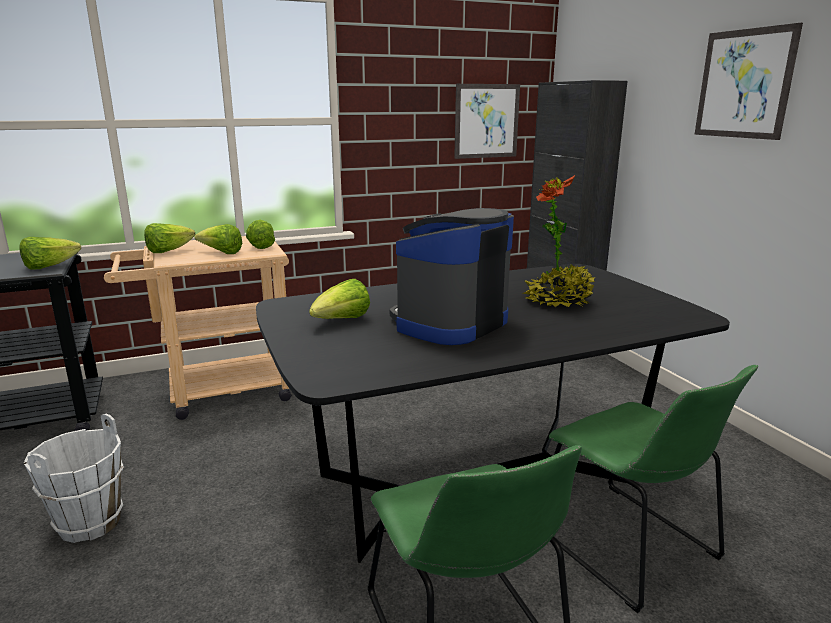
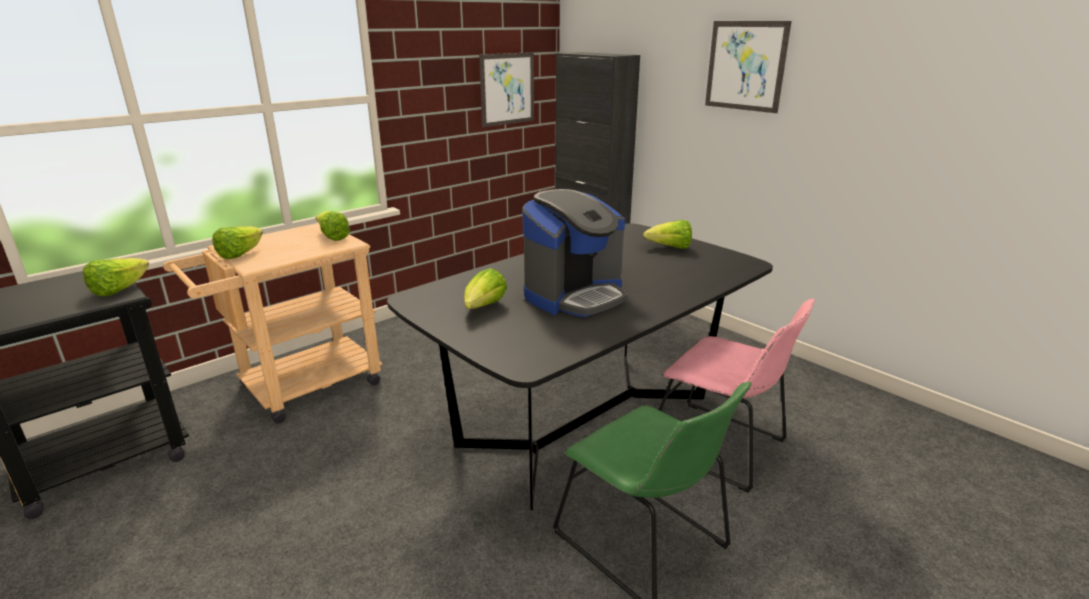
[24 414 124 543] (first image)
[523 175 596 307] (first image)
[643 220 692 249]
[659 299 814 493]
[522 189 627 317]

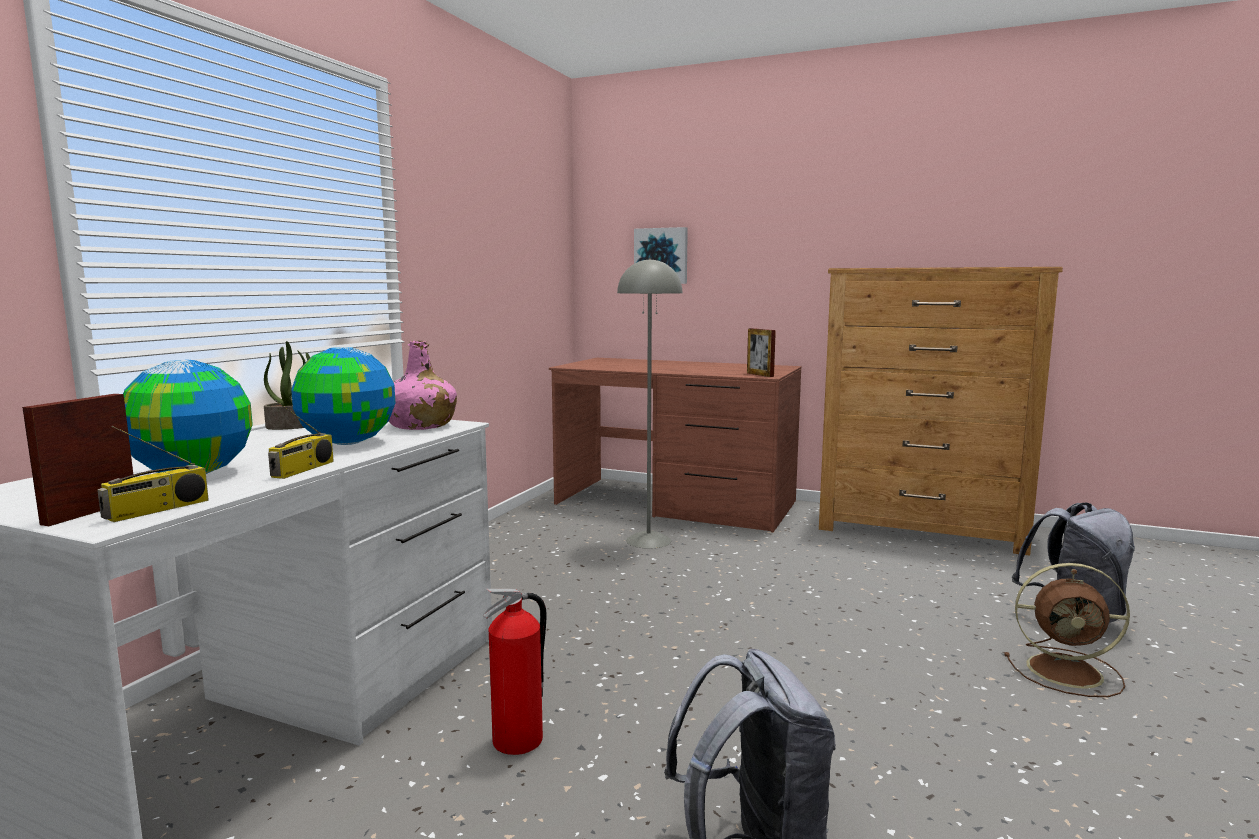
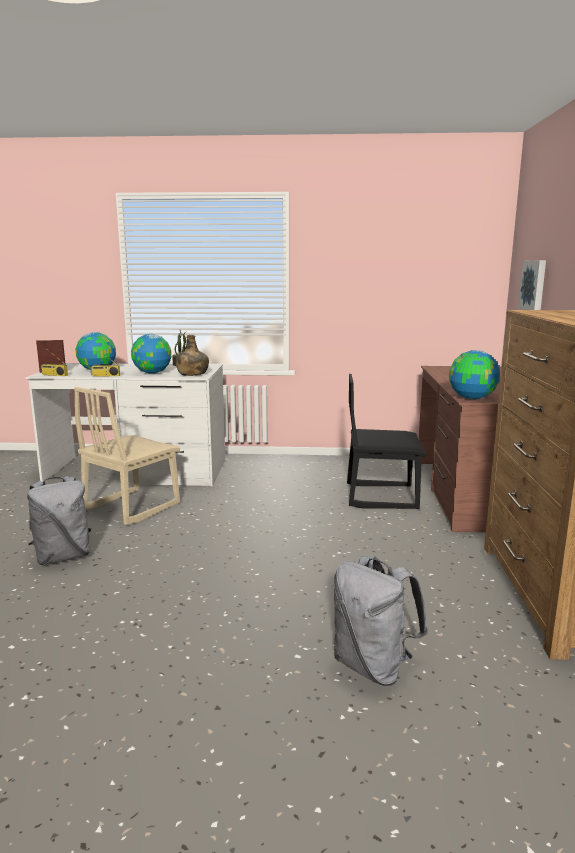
[1004 563 1130 697] (first image)
[74 387 180 525]
[347 374 426 509]
[449 350 500 400]
[175 335 209 376]

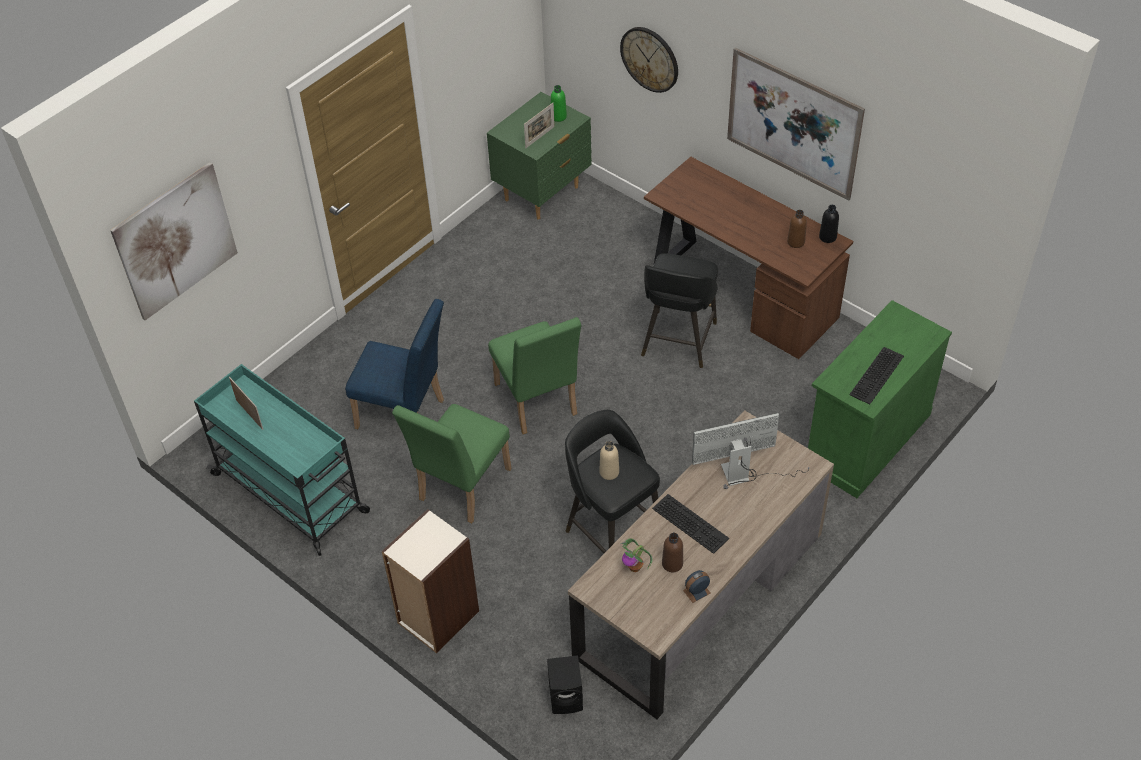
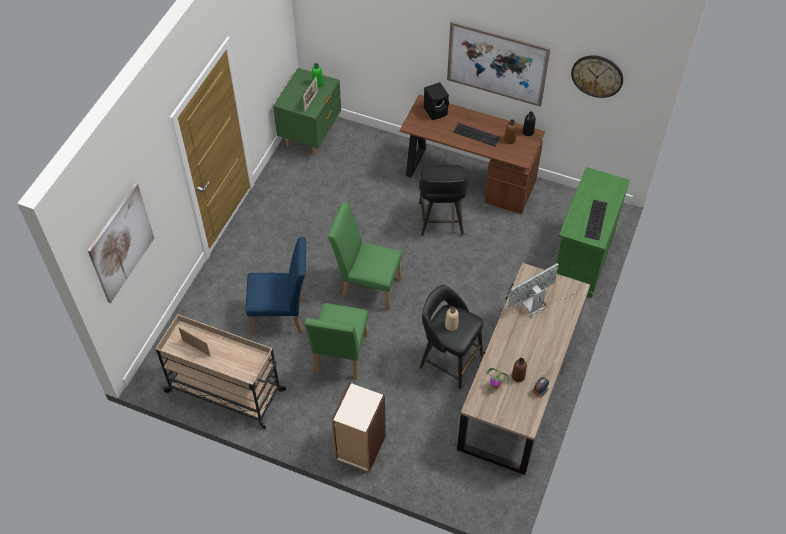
[424 82 449 120]
[571 55 623 98]
[453 123 500 147]
[156 314 286 429]
[328 202 402 311]

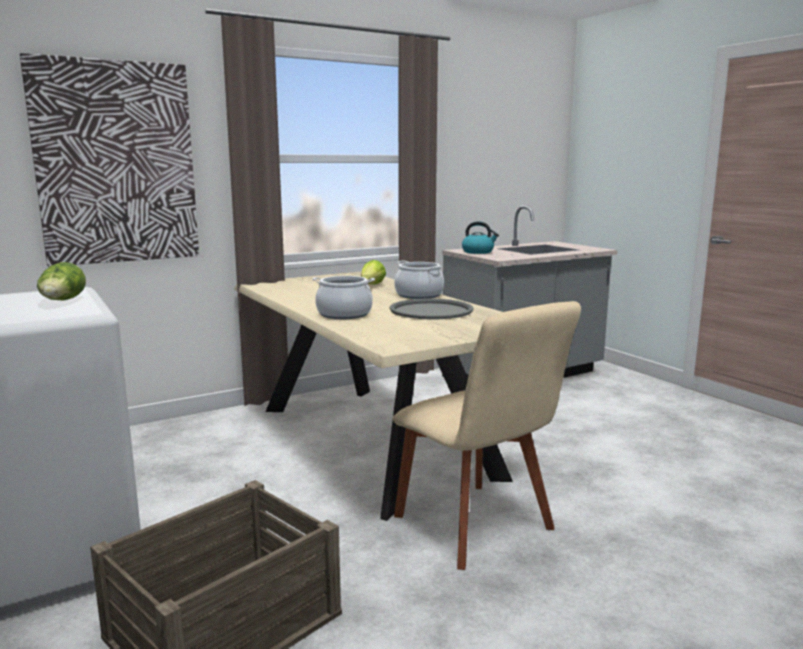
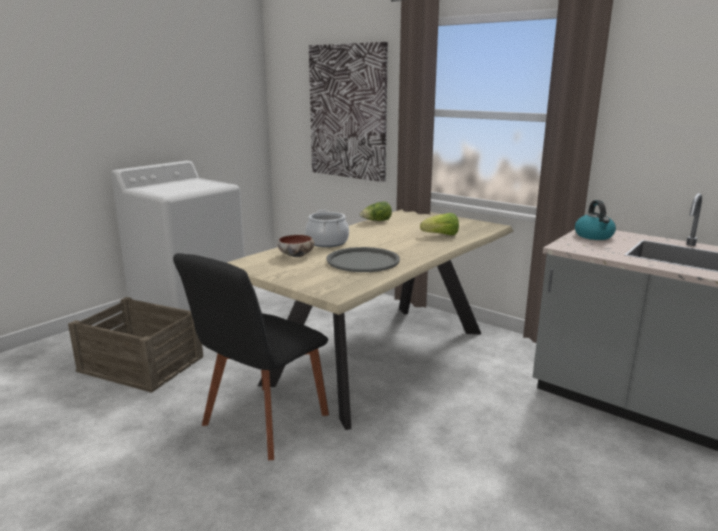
[394 261 444 299] (first image)
[278 235 314 257]
[360 201 392 221]
[173 253 329 460]

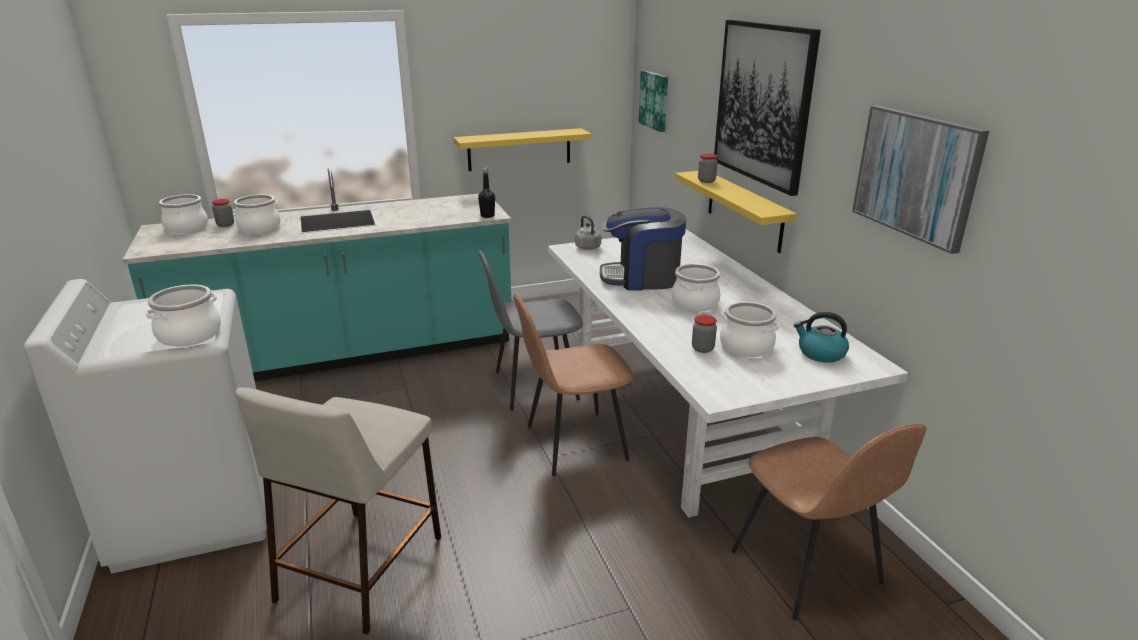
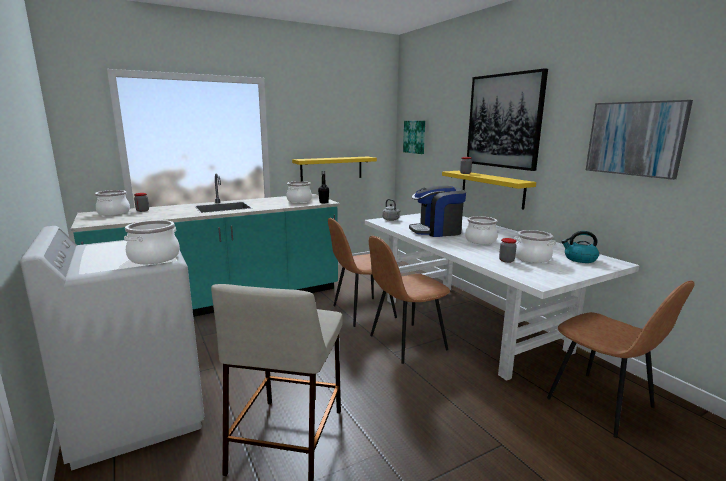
[286 181 312 203]
[328 218 397 327]

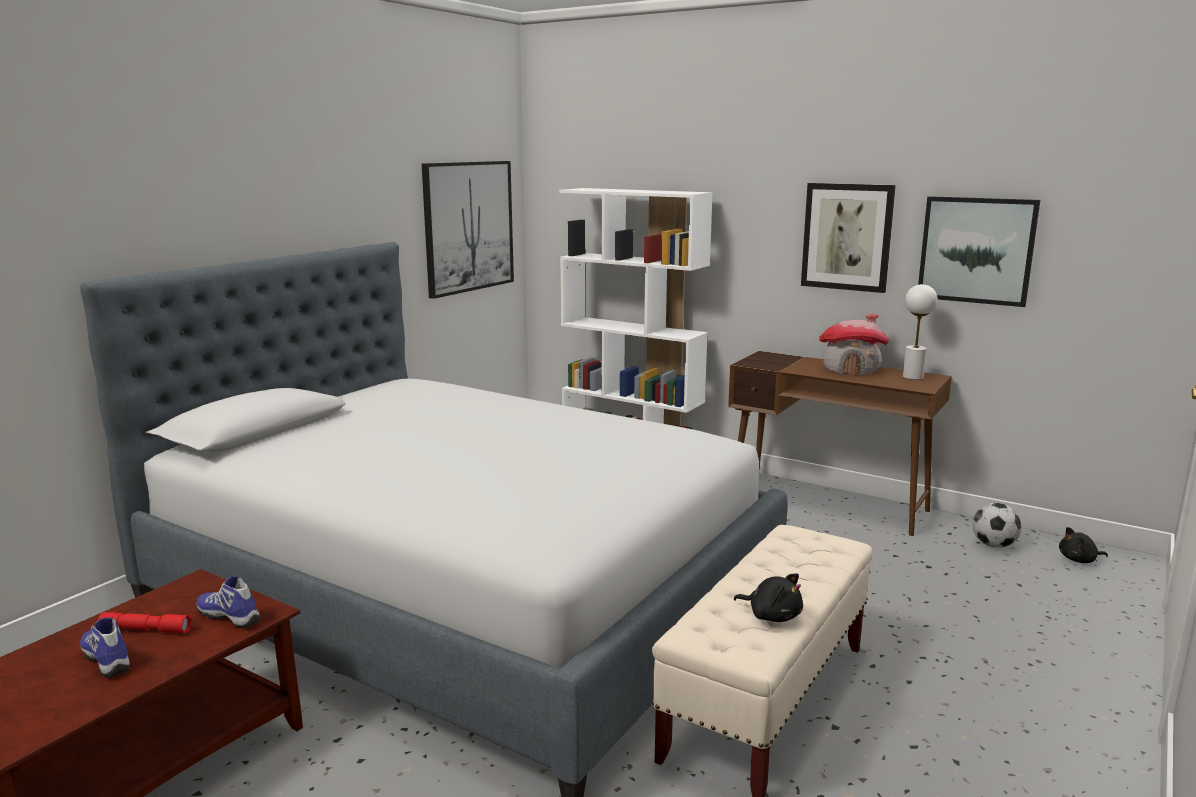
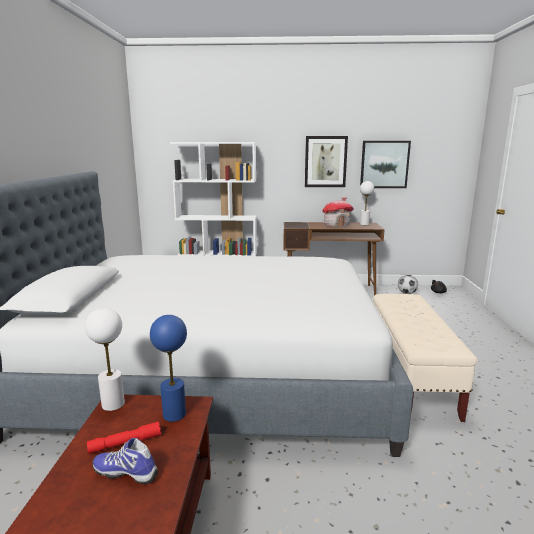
[422 161 514 299] (first image)
[734 573 803 622] (first image)
[85 308 125 411]
[150 315 187 422]

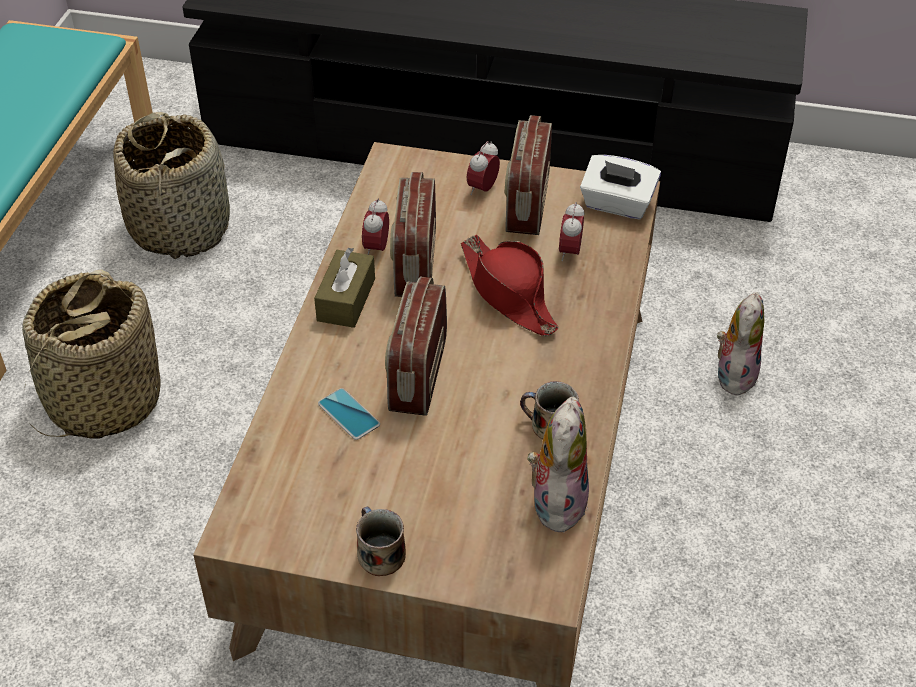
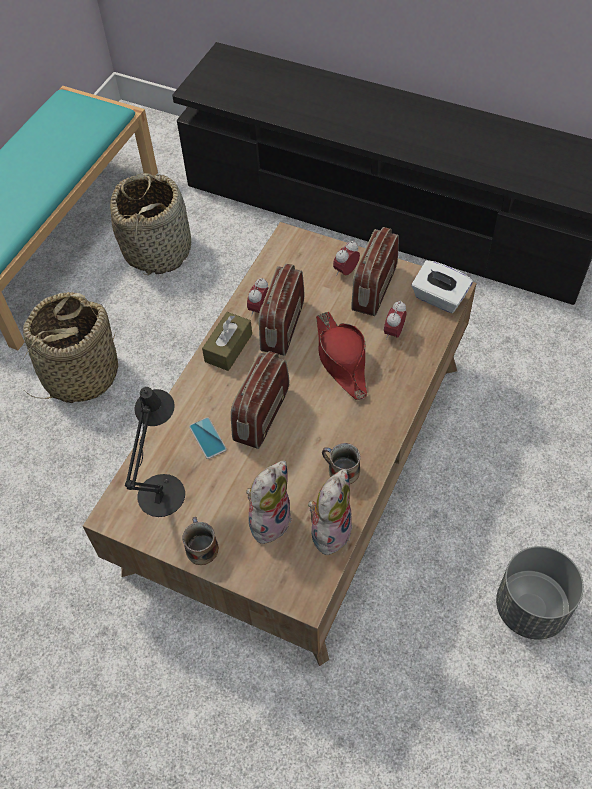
[125 387 185 517]
[496 546 584 640]
[246 461 292 547]

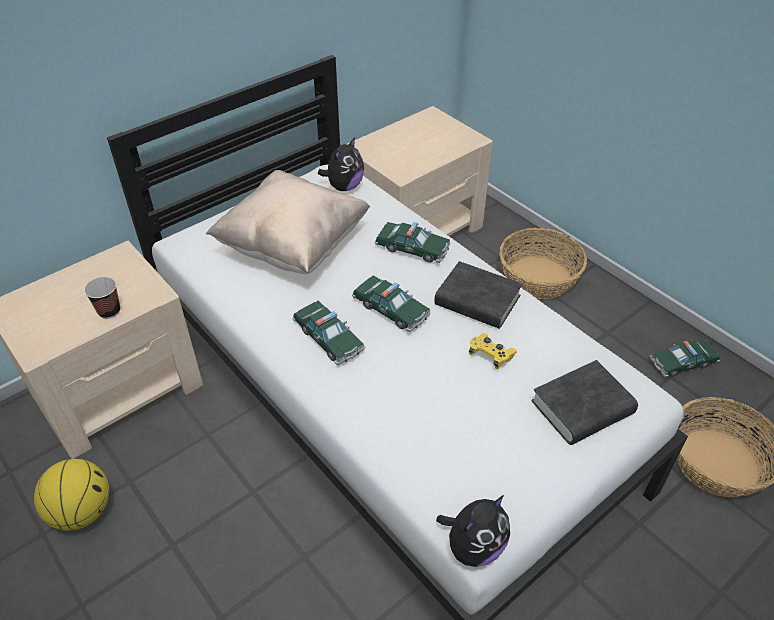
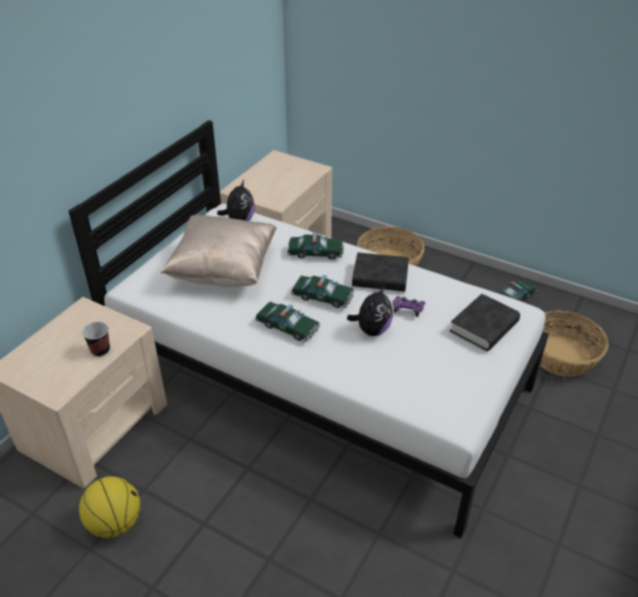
[347 285 393 336]
[393 296 425 317]

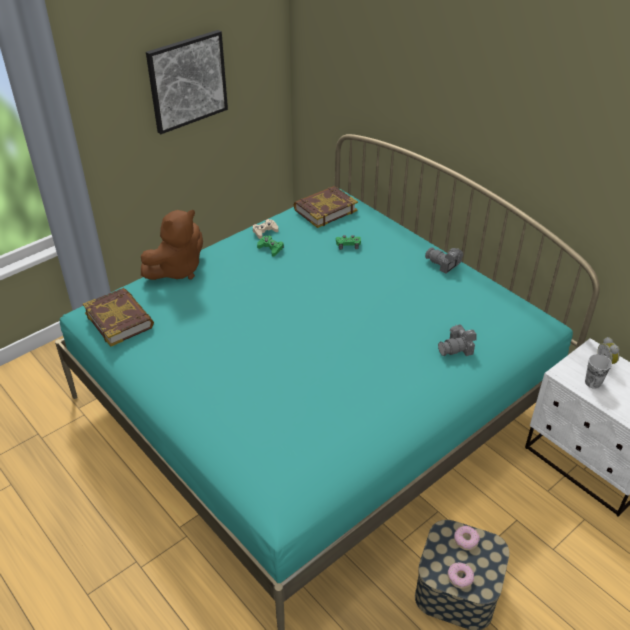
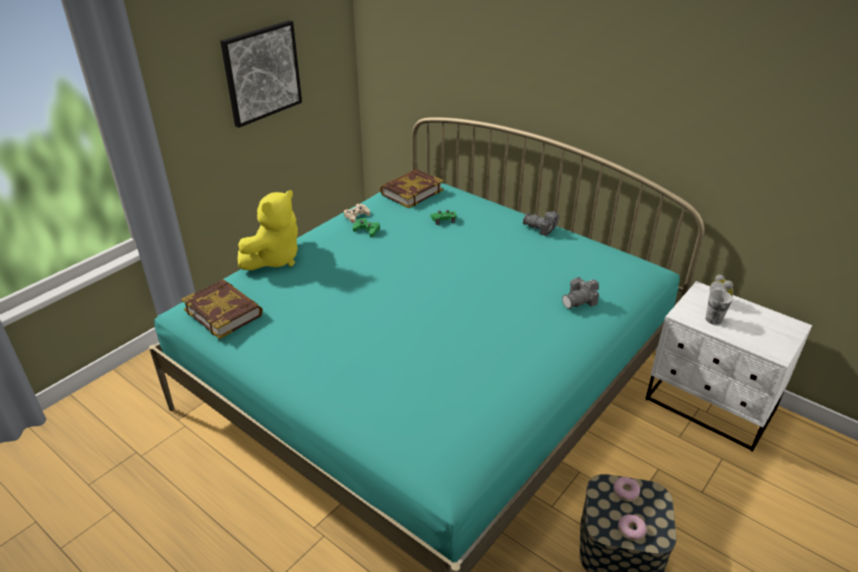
[238 190 298 270]

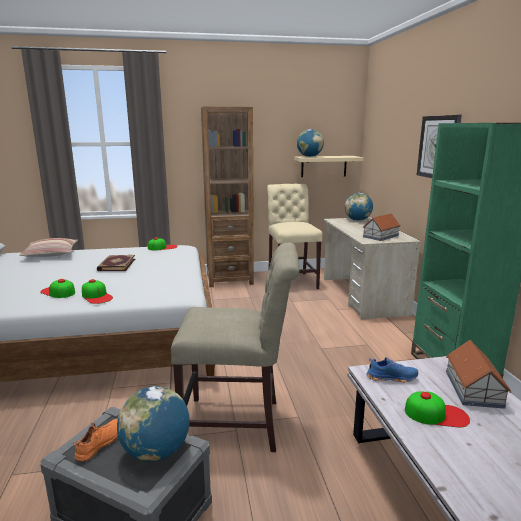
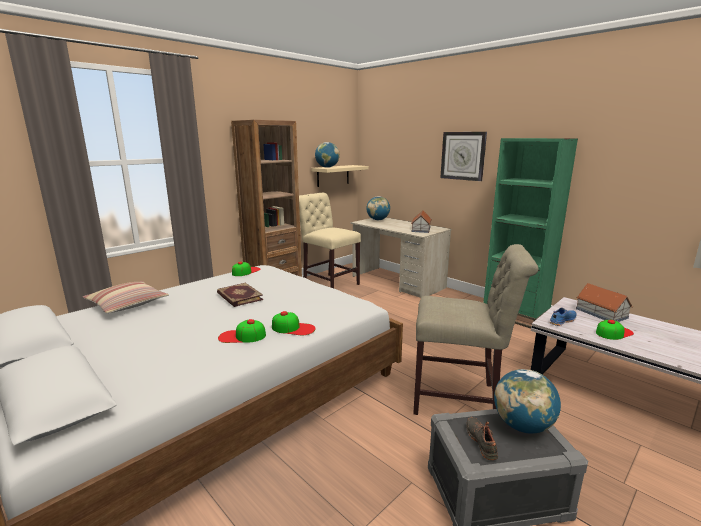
[466 417 498 460]
[413 244 538 415]

